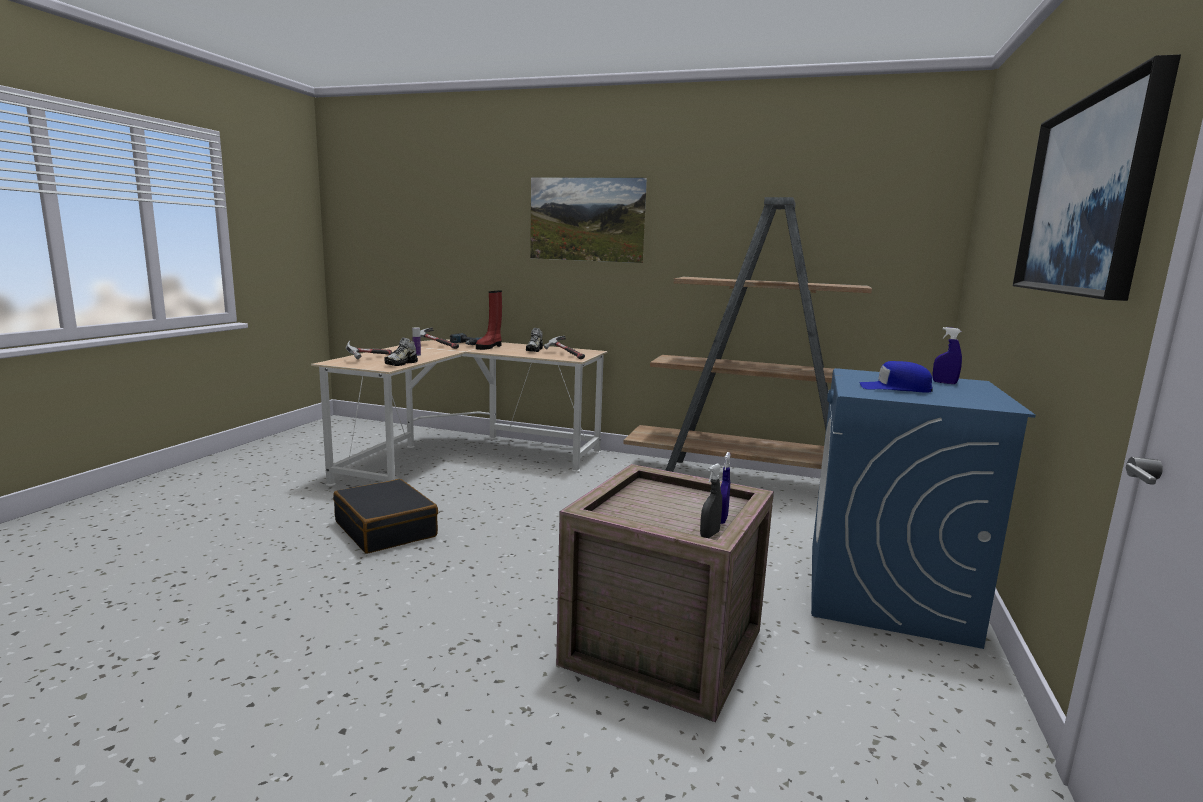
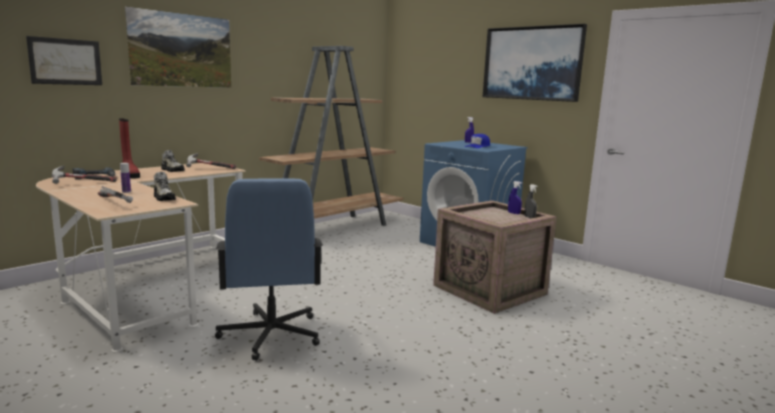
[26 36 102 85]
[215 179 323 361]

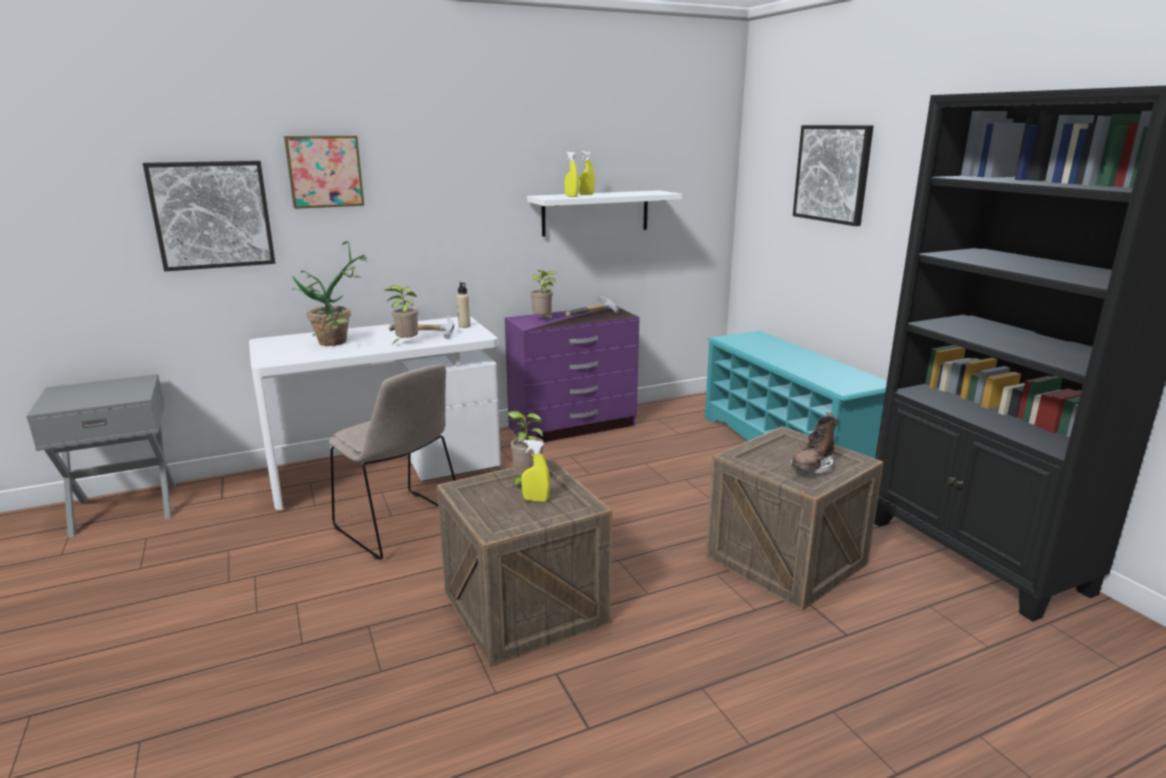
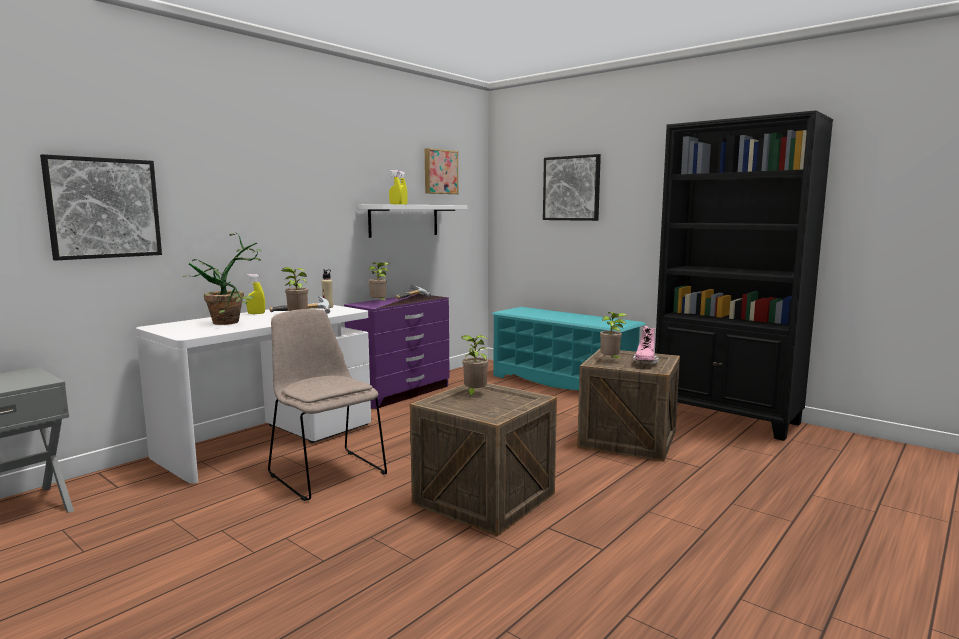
[600 312 627 359]
[425 148 458 194]
[246 274 265 314]
[633 326 659 365]
[268 309 387 501]

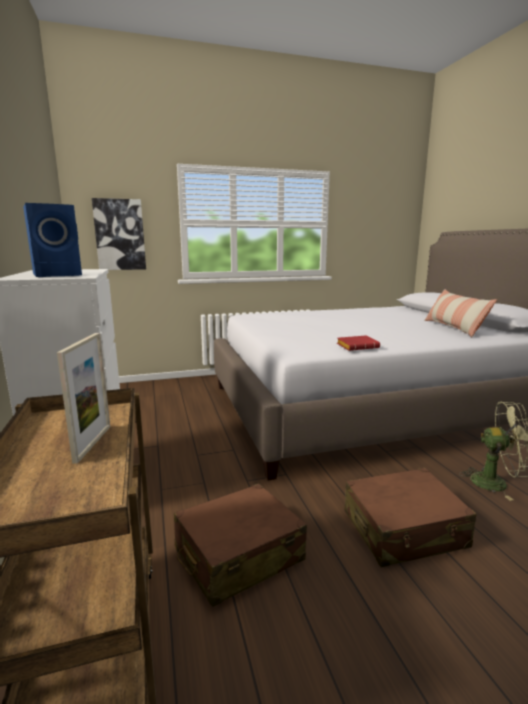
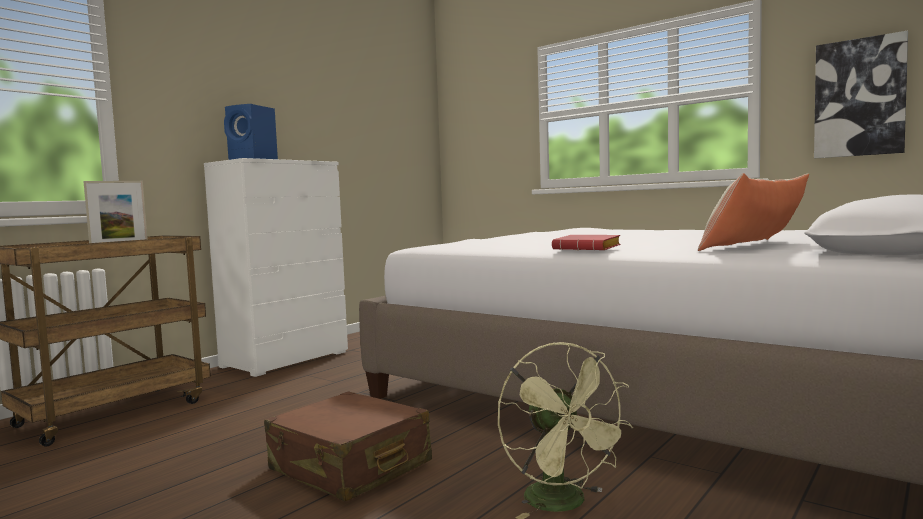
[174 483 307 607] (first image)
[814 31 908 158]
[552 235 621 251]

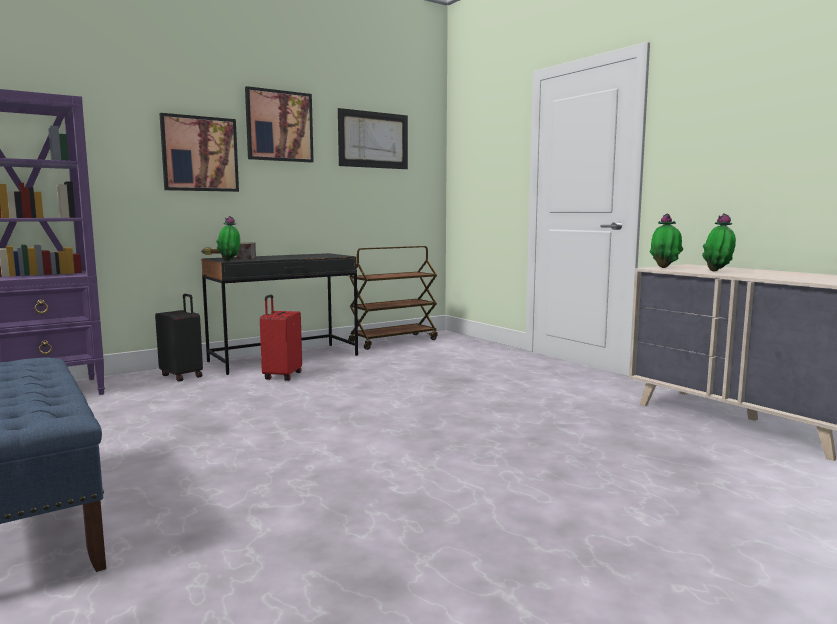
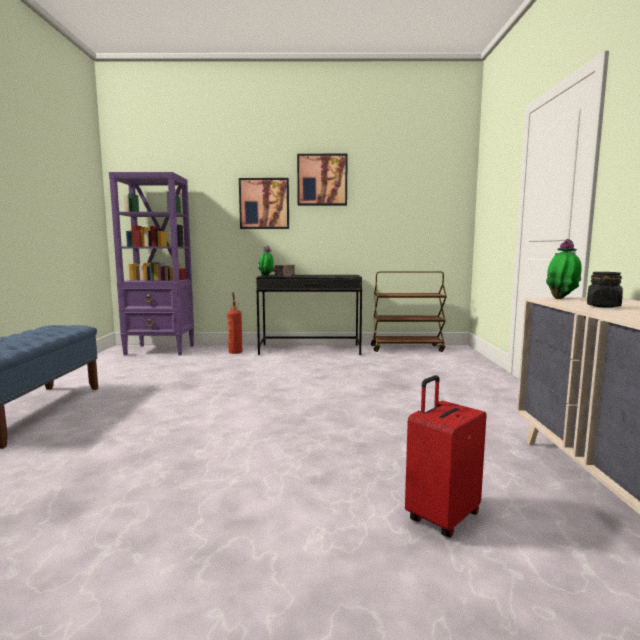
[338 108 408 169] (first image)
[405 375 486 538]
[227 292 242 354]
[587 272 623 308]

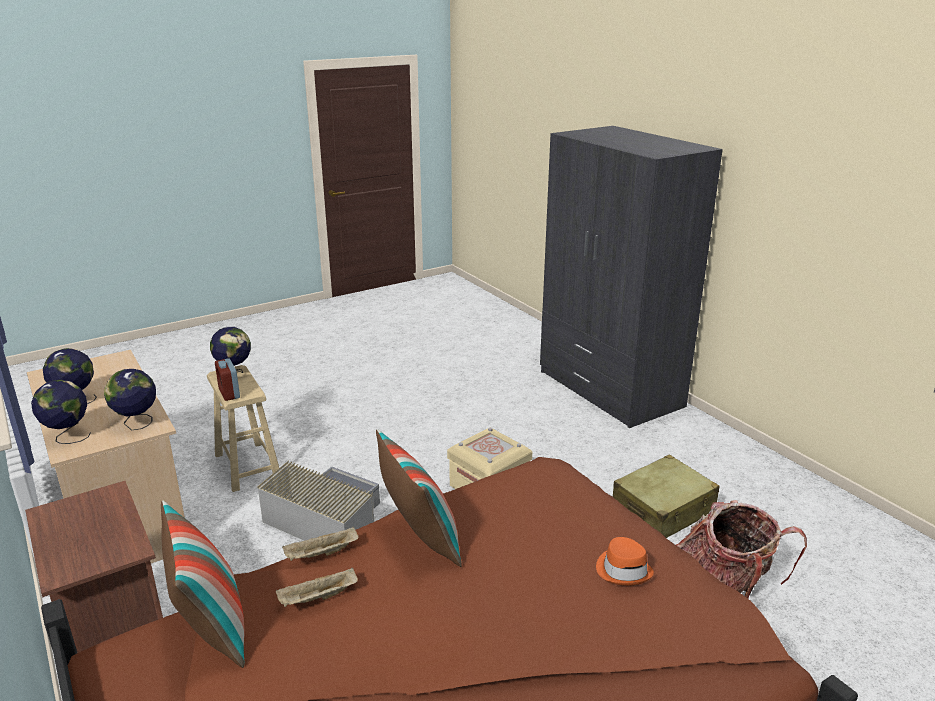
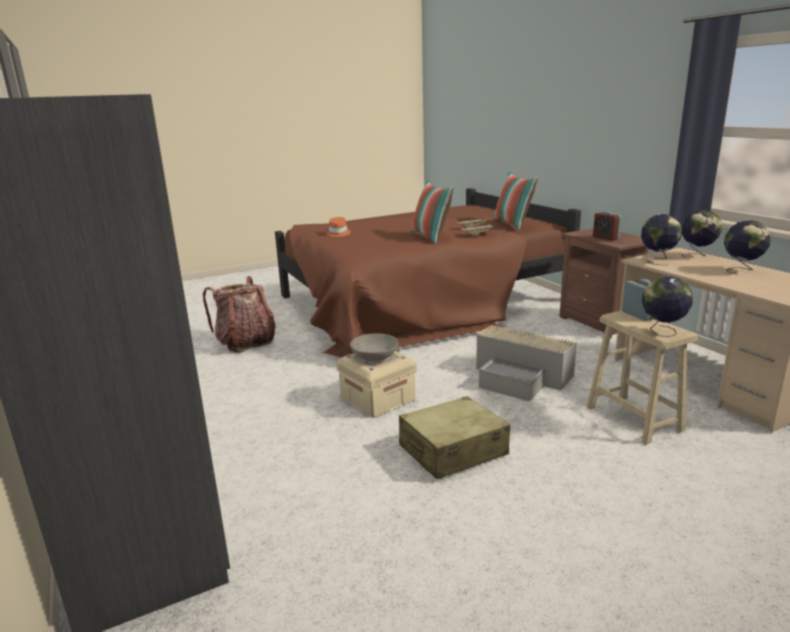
[350 334 398 361]
[593 211 622 241]
[399 396 510 480]

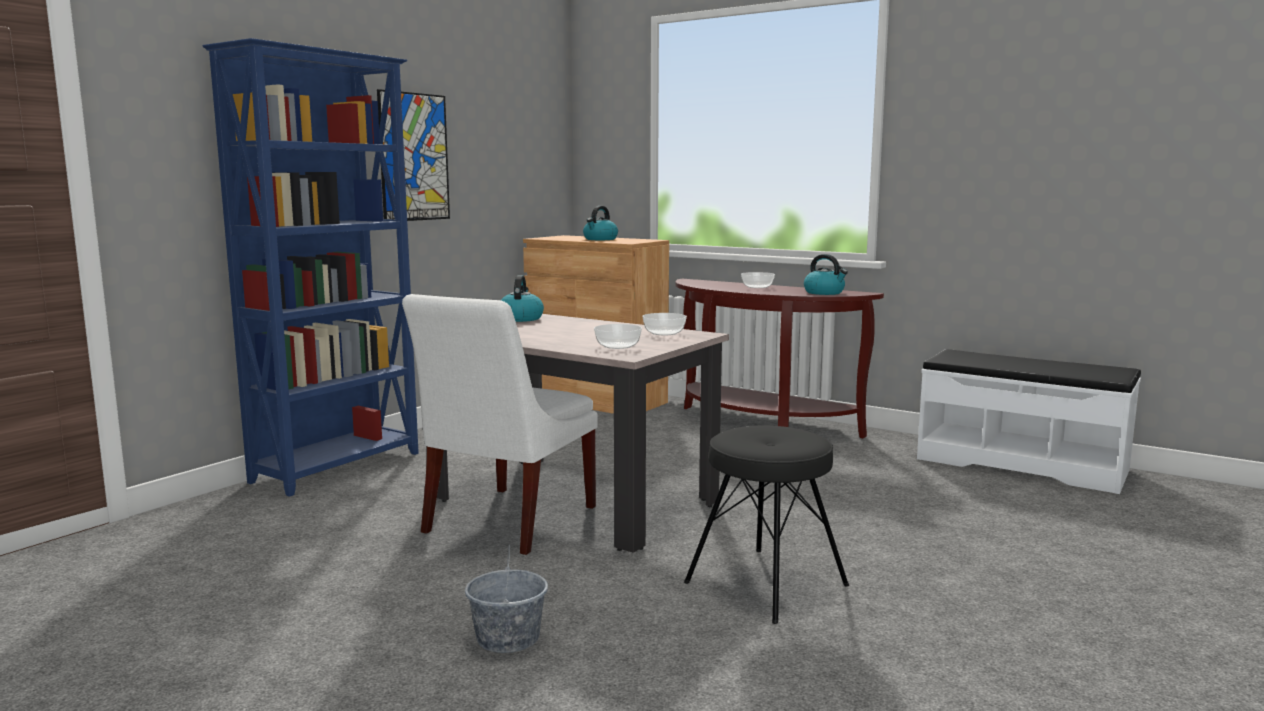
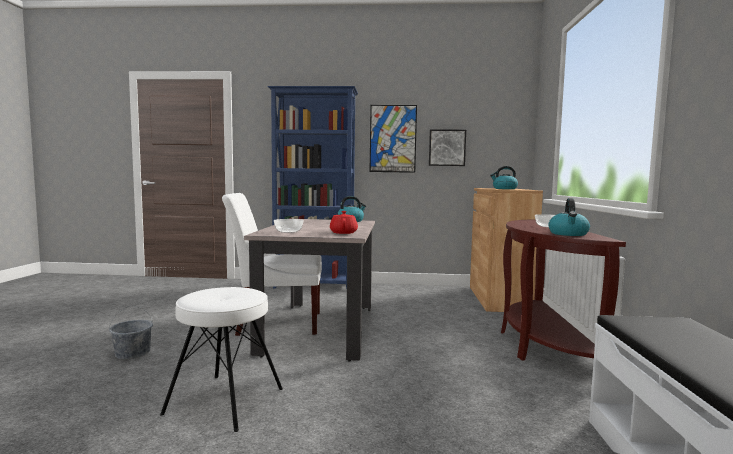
[429 129 466 166]
[330 211 358 234]
[160 287 283 432]

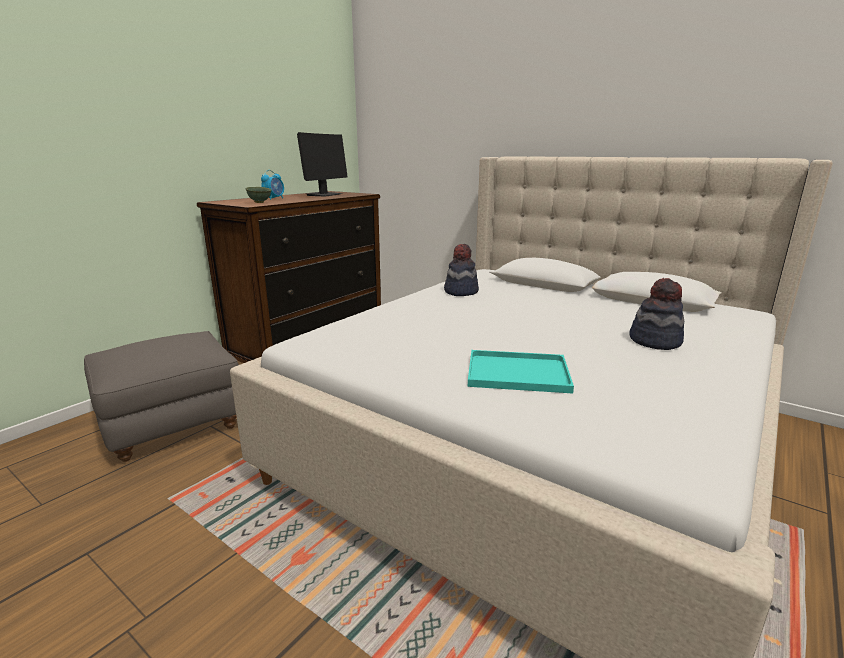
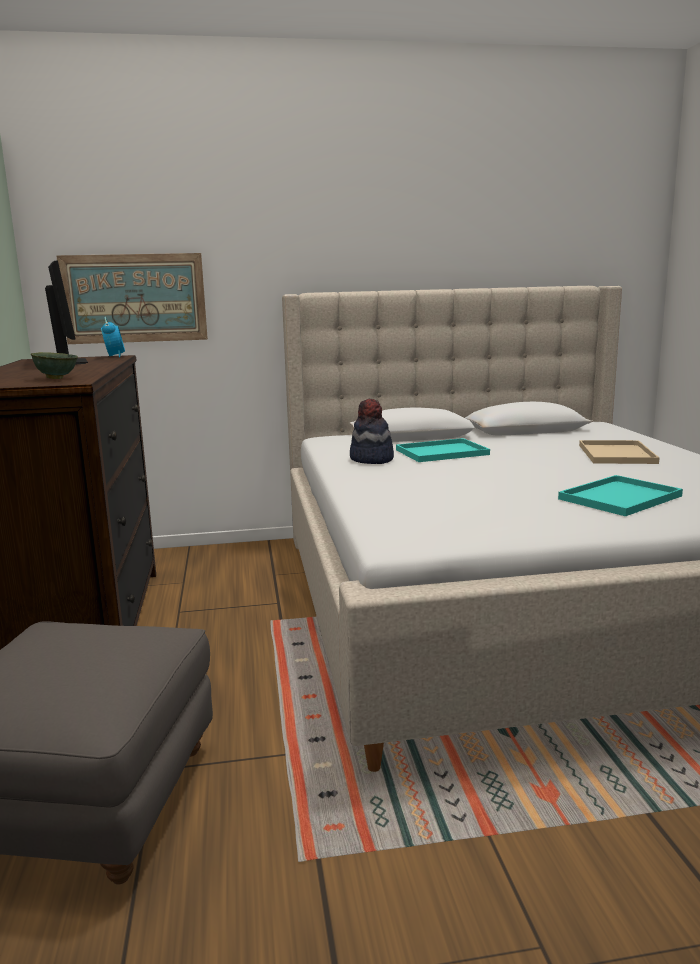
[56 253 208 344]
[396 438 490 462]
[101 317 125 358]
[579 440 659 464]

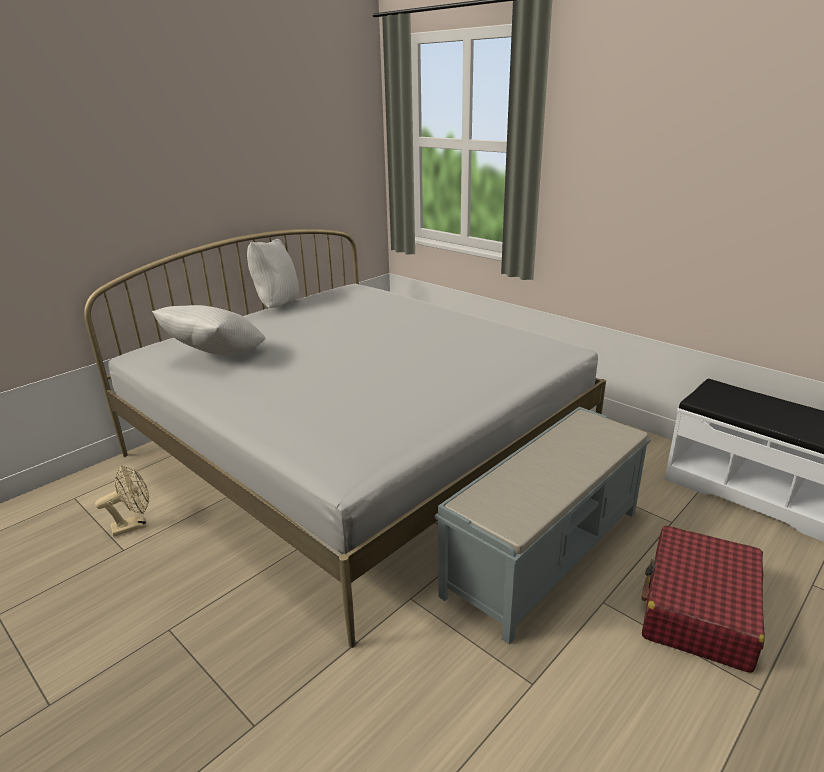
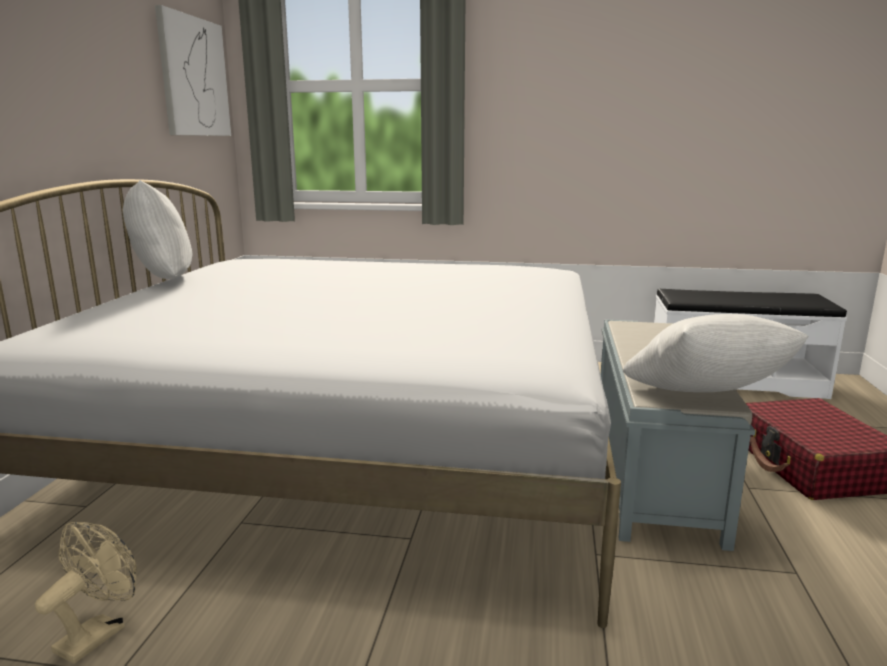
[155 5 231 136]
[623 314 808 392]

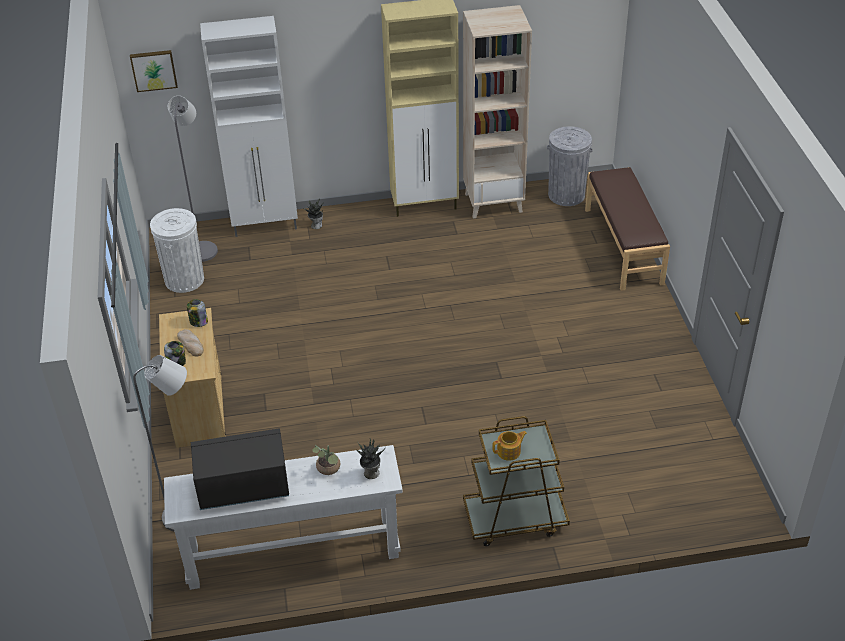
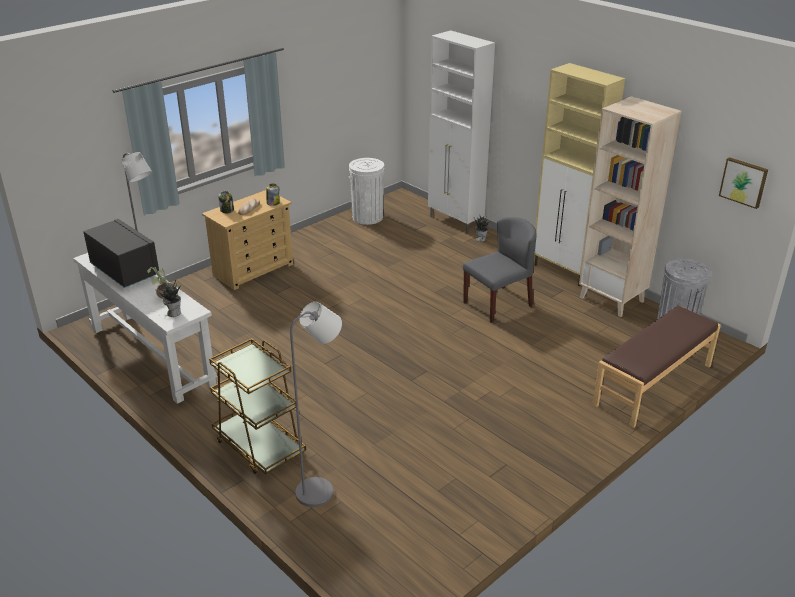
[492 431 527 461] (first image)
[463 217 537 323]
[719 157 768 209]
[290 302 342 507]

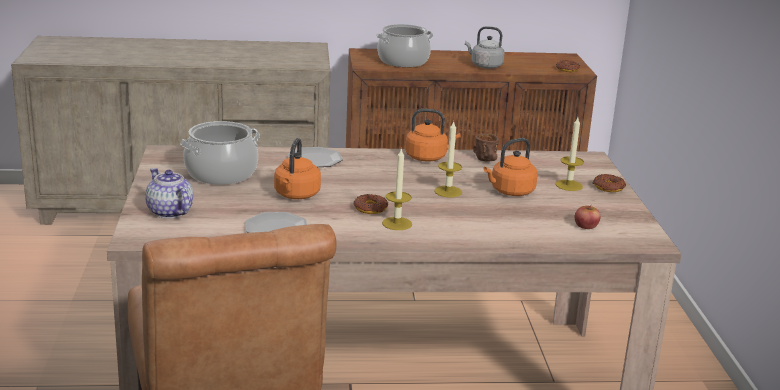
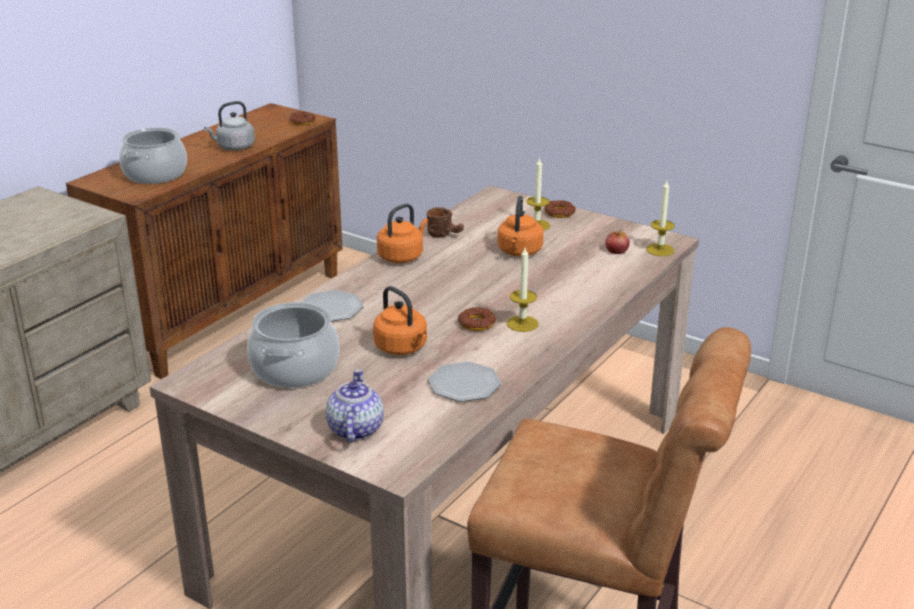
[646 181 675 256]
[326 369 383 443]

